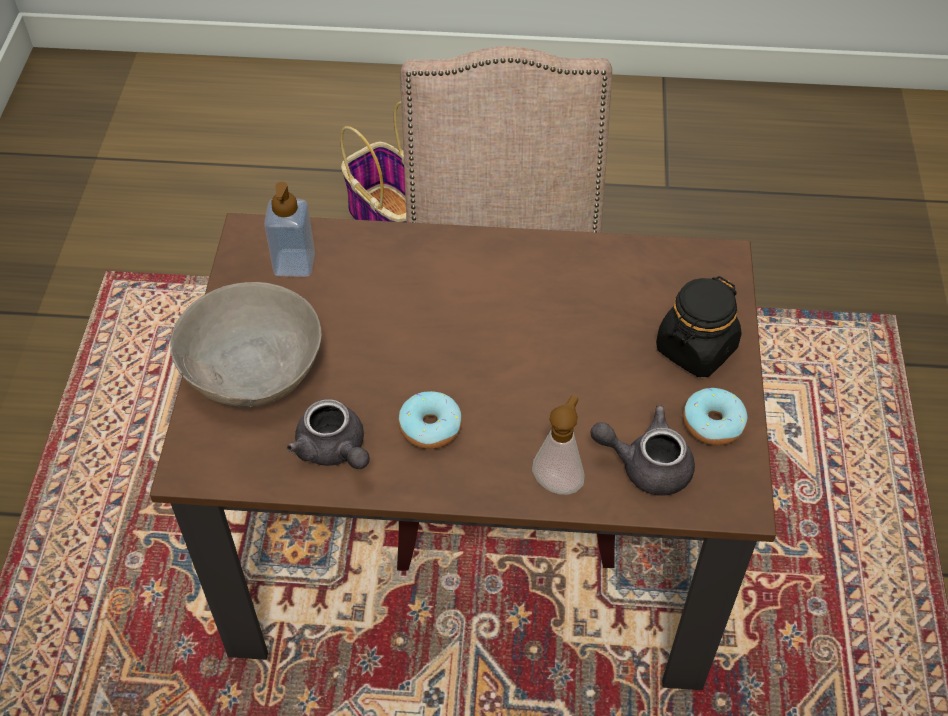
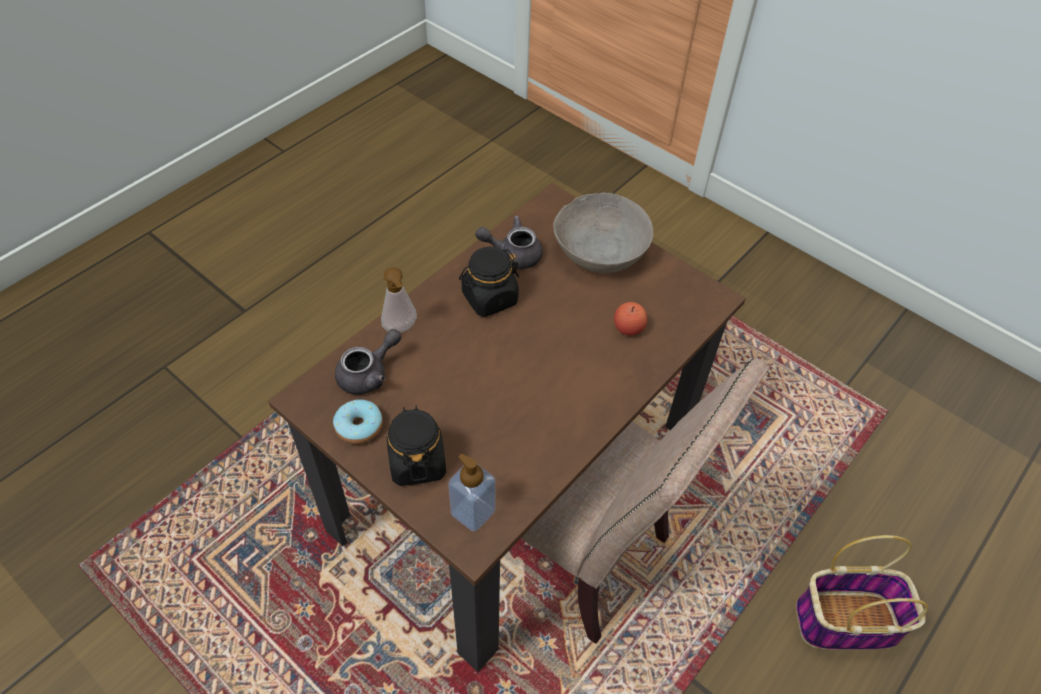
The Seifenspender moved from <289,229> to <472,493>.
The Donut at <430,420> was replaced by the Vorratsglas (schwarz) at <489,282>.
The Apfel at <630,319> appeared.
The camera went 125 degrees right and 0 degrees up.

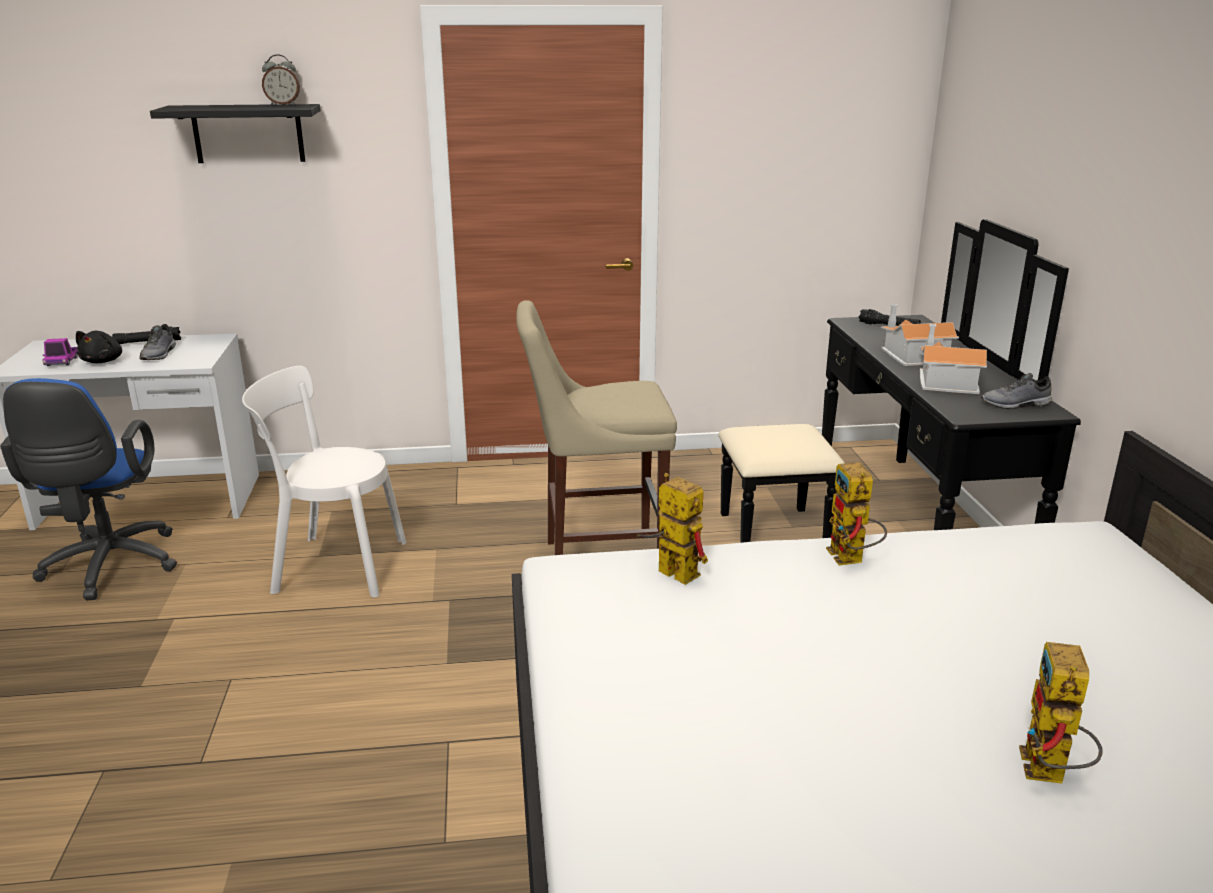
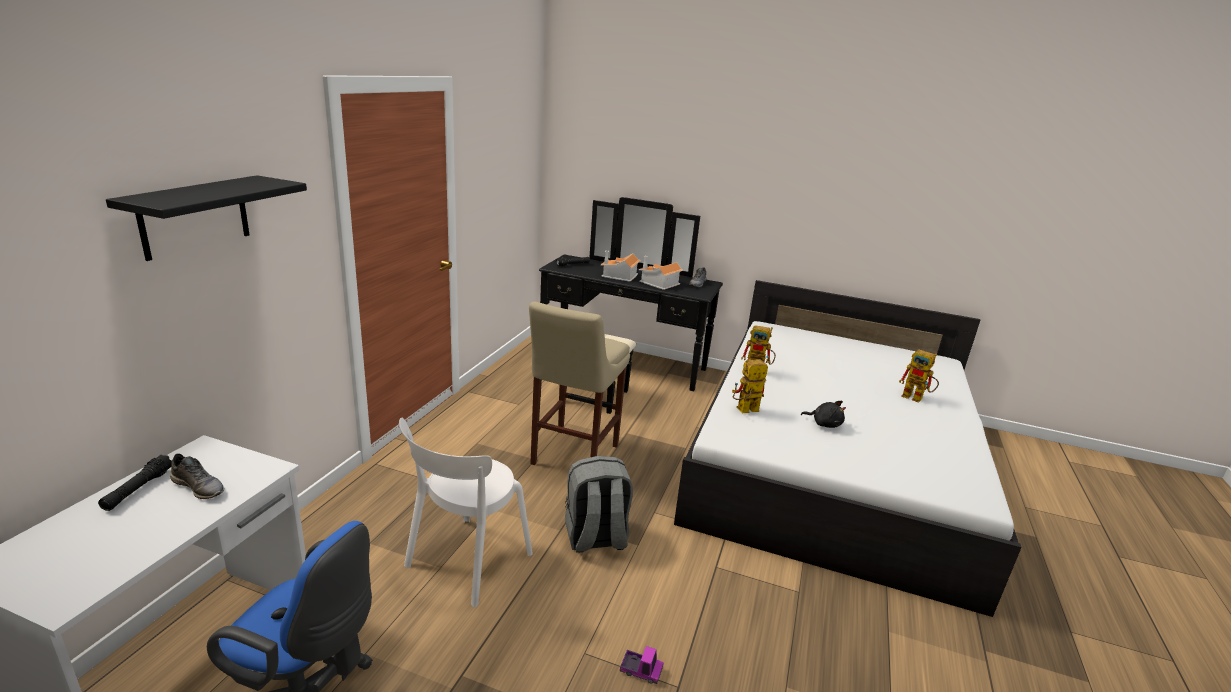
The Spielzeuglaster moved from <60,352> to <642,665>.
The Plüschtier (schwarz) moved from <99,347> to <823,414>.
The Wecker at <281,79> disappeared.
The Rucksack (grau) at <599,504> appeared.
The camera went 65 degrees left and 0 degrees up.

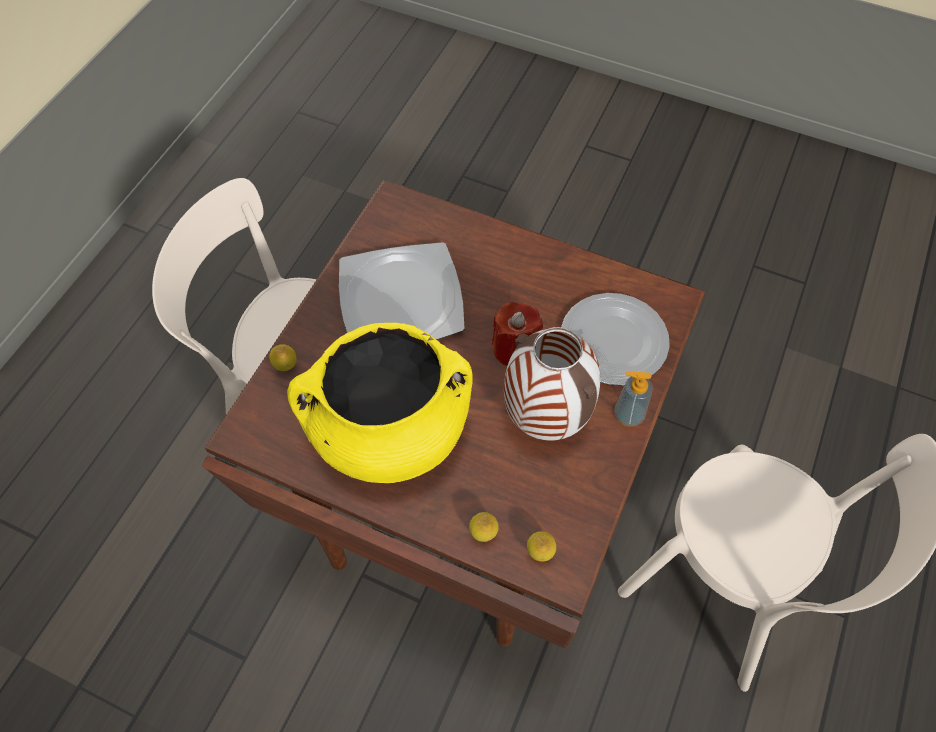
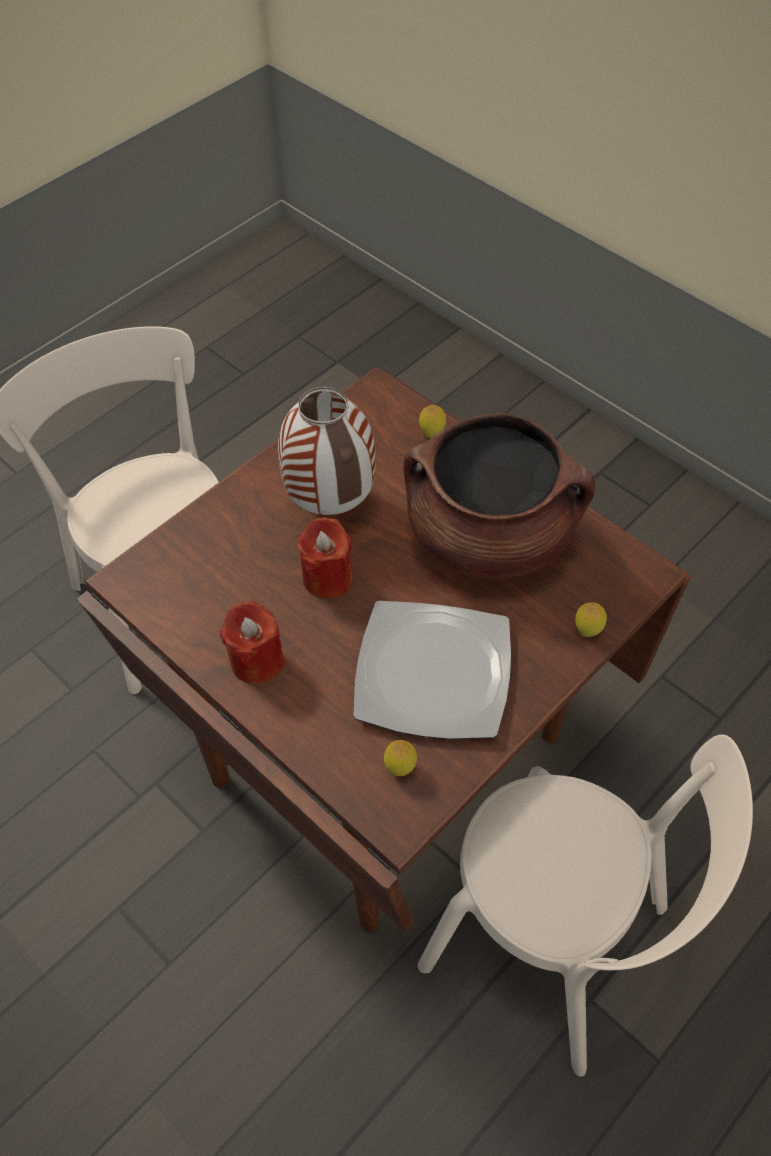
The Kochtopf (gelb) at <380,403> became the Kochtopf (braun) at <499,496>.
The Zitrone moved from <541,547> to <400,758>.
The Teller at <615,339> disappeared.
The Seifenspender at <633,399> disappeared.
The Kerze (rot) at <252,642> appeared.
The camera went 160 degrees left and 5 degrees down.

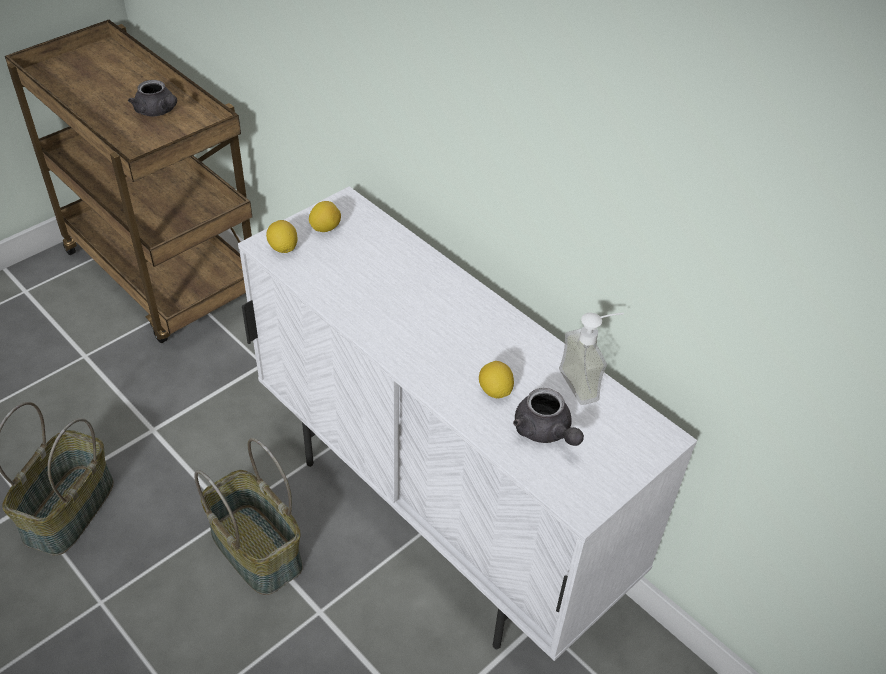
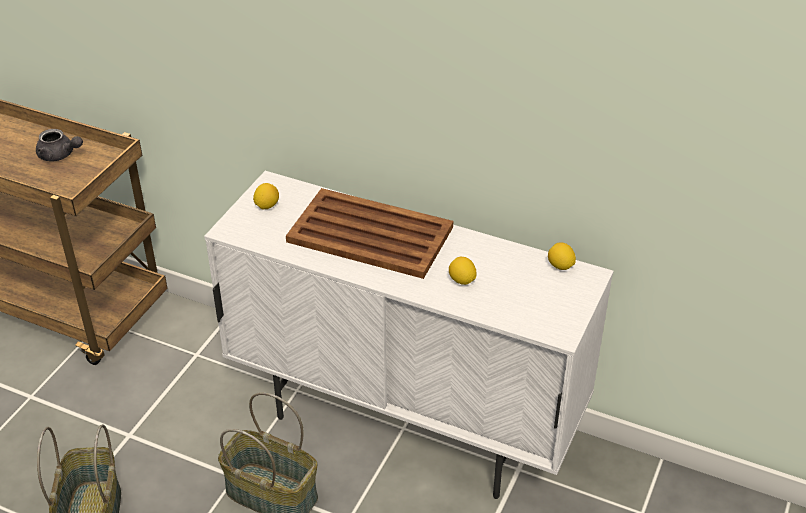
The Zitrone moved from <281,236> to <562,256>.
The Teekanne (grau) at <548,417> disappeared.
The Seifenspender at <591,359> disappeared.
The Tablett (braun) at <369,233> appeared.
The camera went 20 degrees left and 5 degrees down.

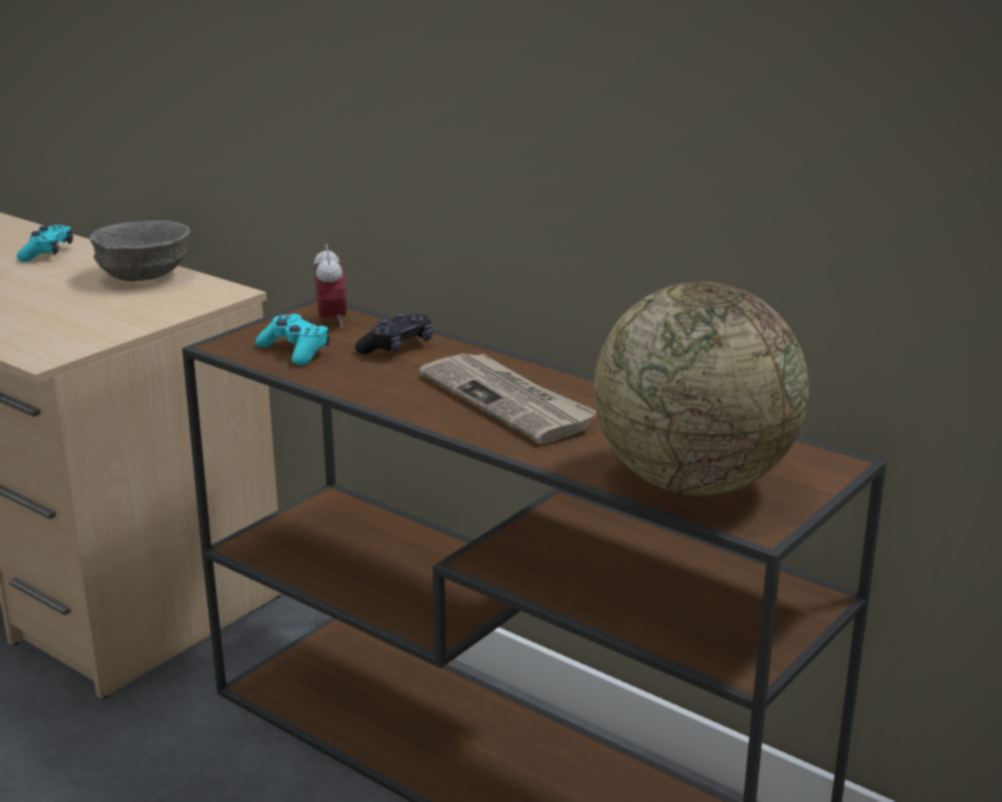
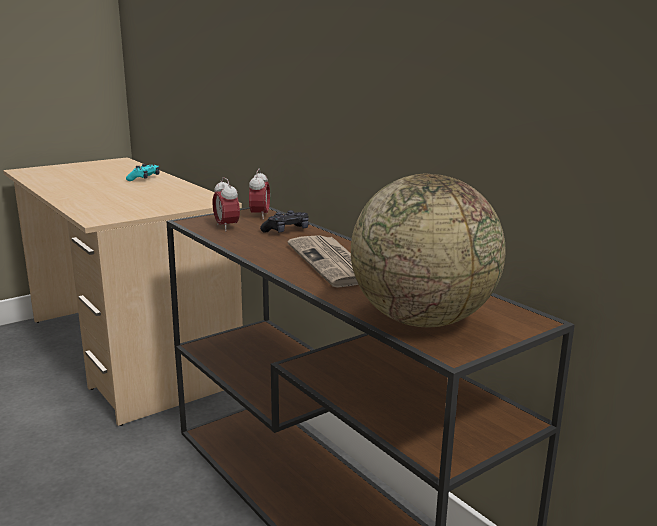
The Schüssel (grau) at <140,250> disappeared.
The Gamepad (türkis) at <292,339> was replaced by the Wecker at <226,204>.
The camera went 15 degrees right and 5 degrees down.

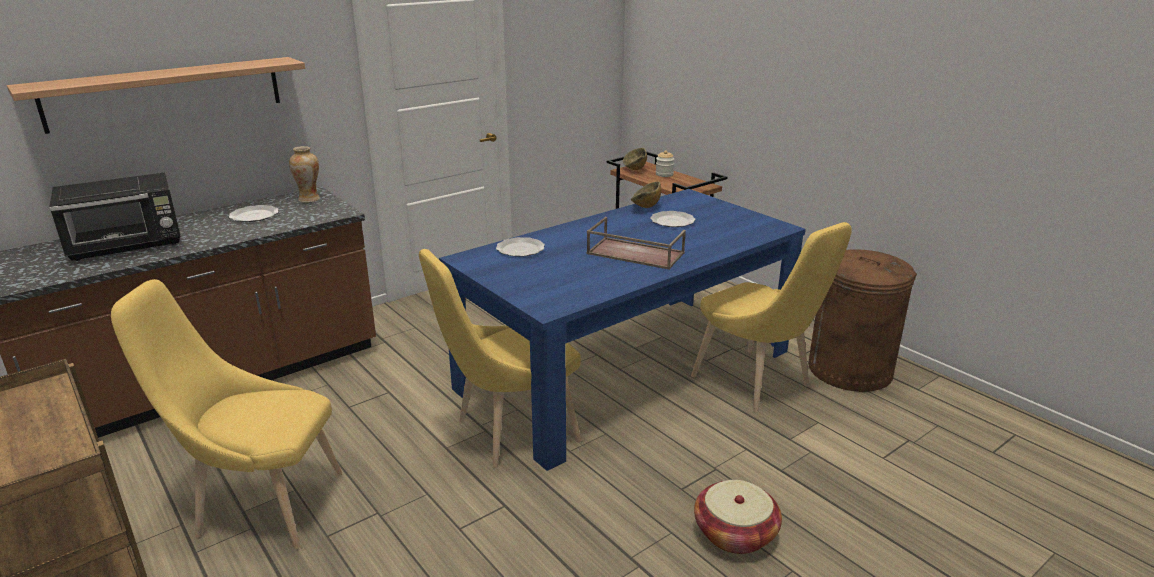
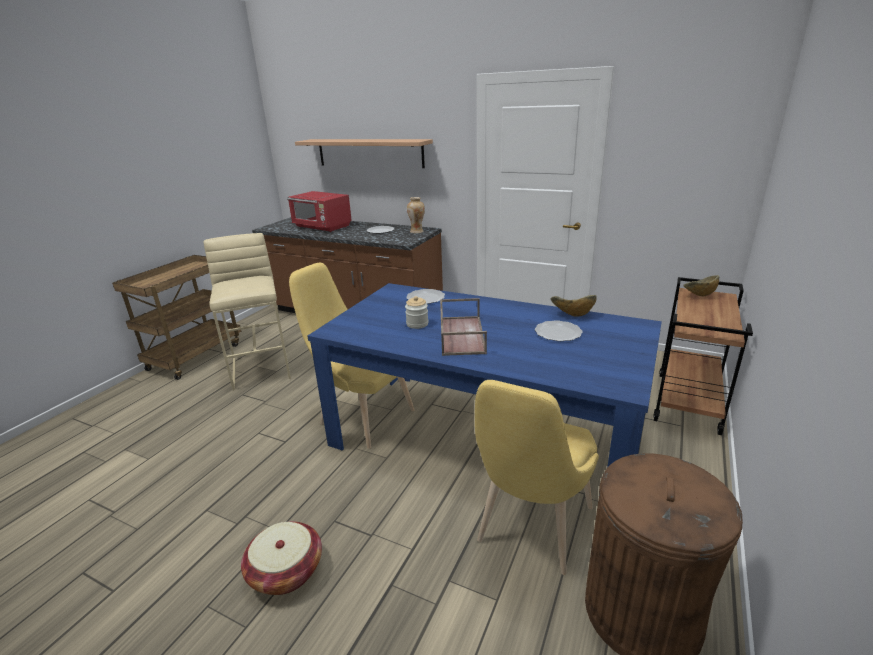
The Mikrowelle (schwarz) at <115,216> became the Mikrowelle (rot) at <319,211>.
The Stuhl (gelb) at <227,414> was replaced by the Hocker (beige) at <247,312>.
The Vorratsglas moved from <665,163> to <416,312>.
The camera went 65 degrees right and 0 degrees up.

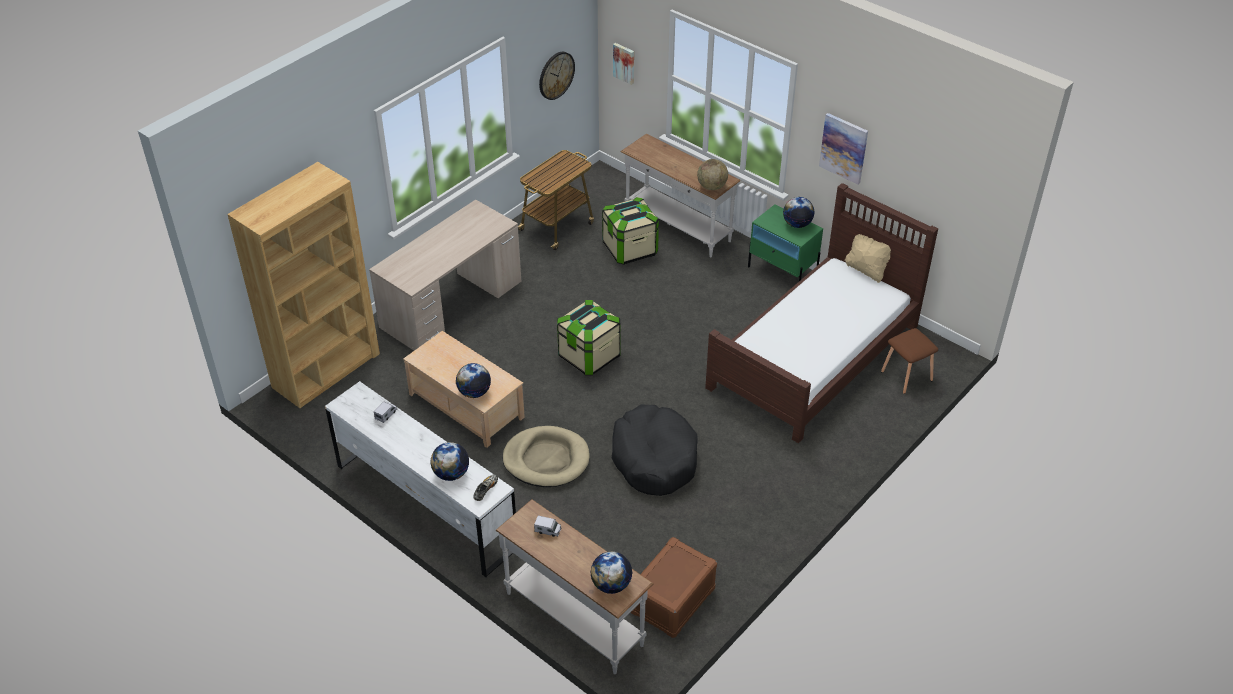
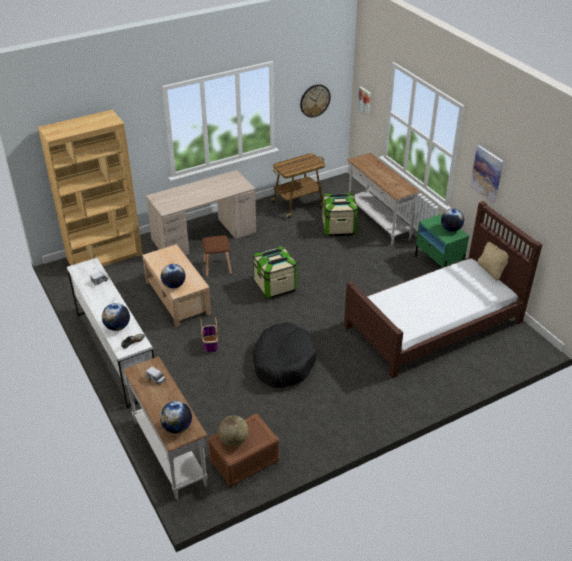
The Hundebett (beige) at <546,456> was replaced by the Korb at <209,335>.
The Globus moved from <712,174> to <233,431>.
The Hocker (braun) moved from <909,361> to <217,256>.
The camera went 20 degrees right and 5 degrees down.

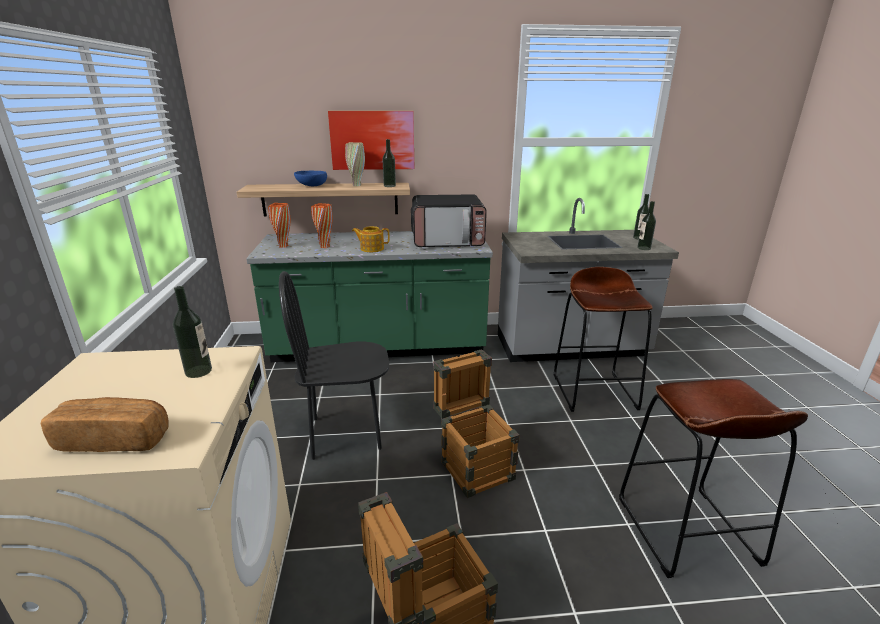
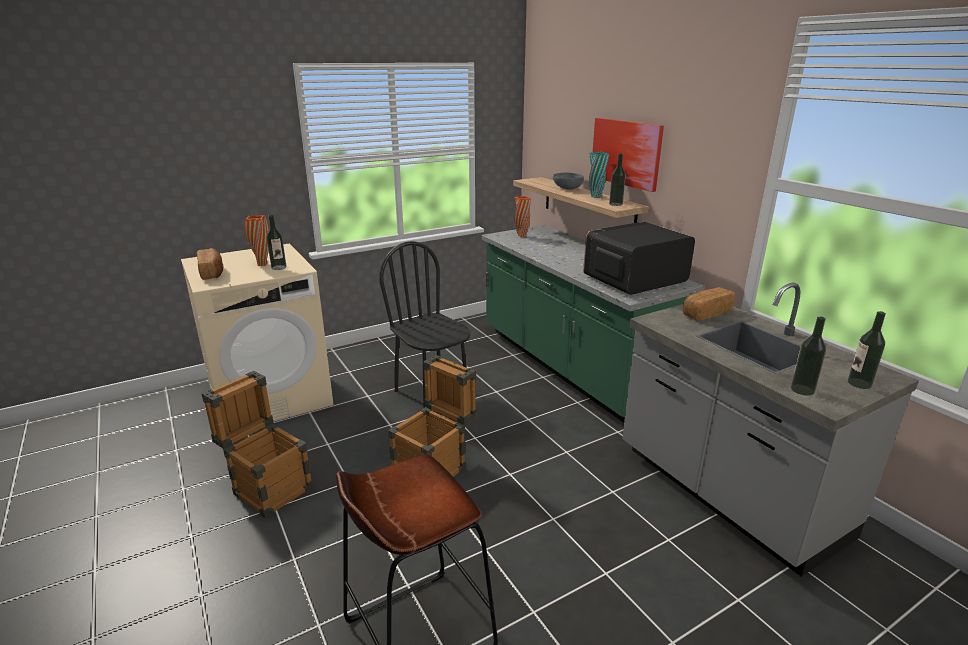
The Schüssel (blau) at <310,178> became the Schüssel (grau) at <568,180>.
The Vase (orange) moved from <322,225> to <256,240>.
The Vase (beige) at <355,164> became the Vase (türkis) at <599,175>.
The Teekanne at <371,239> disappeared.
The Mikrowelle at <449,220> turned 90 degrees clockwise.
The Hocker (braun) at <603,339> disappeared.
The Brot at <709,303> appeared.
The camera went 65 degrees right and 0 degrees up.

